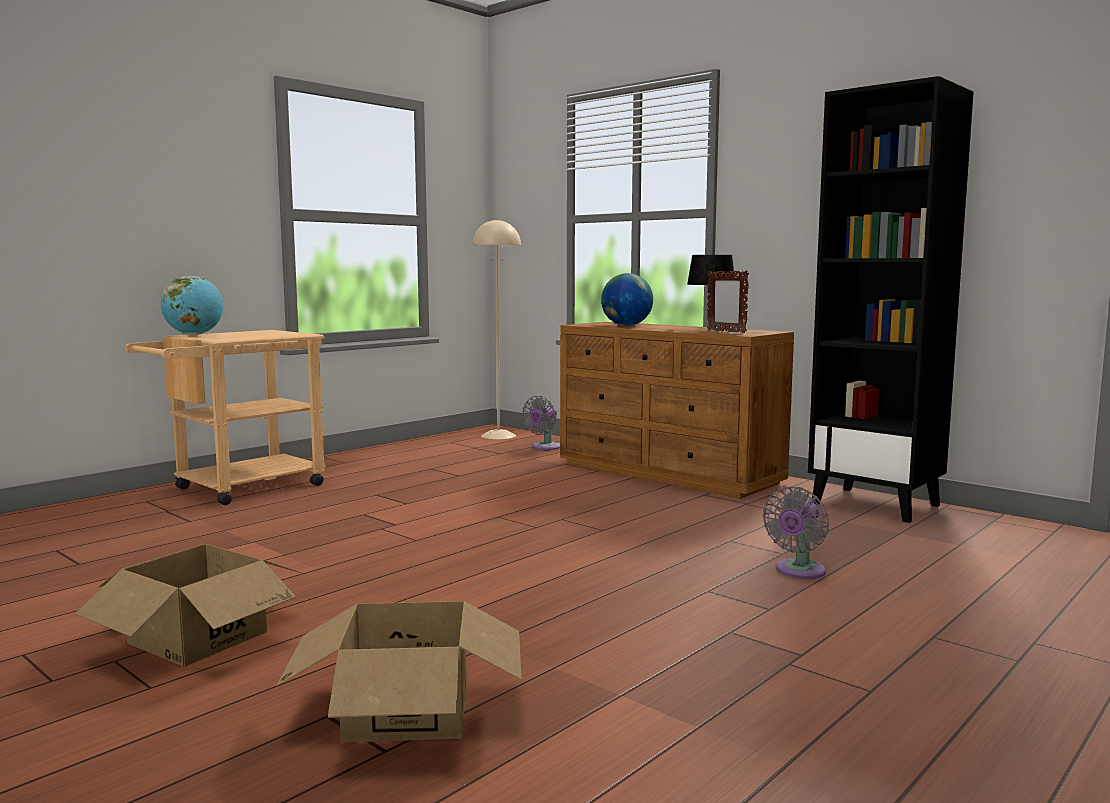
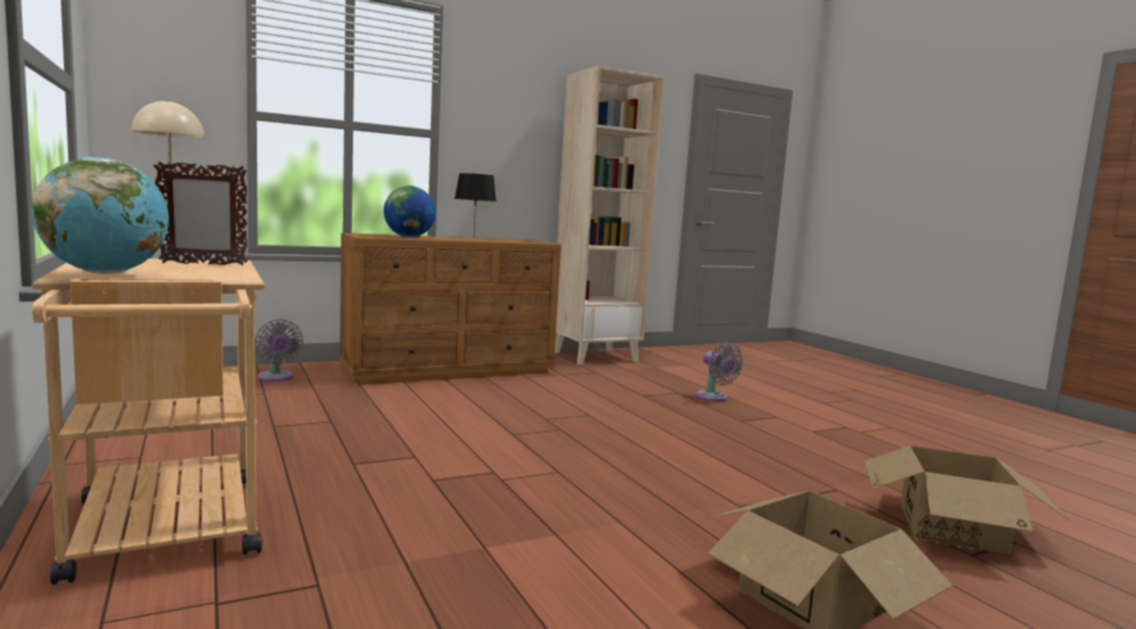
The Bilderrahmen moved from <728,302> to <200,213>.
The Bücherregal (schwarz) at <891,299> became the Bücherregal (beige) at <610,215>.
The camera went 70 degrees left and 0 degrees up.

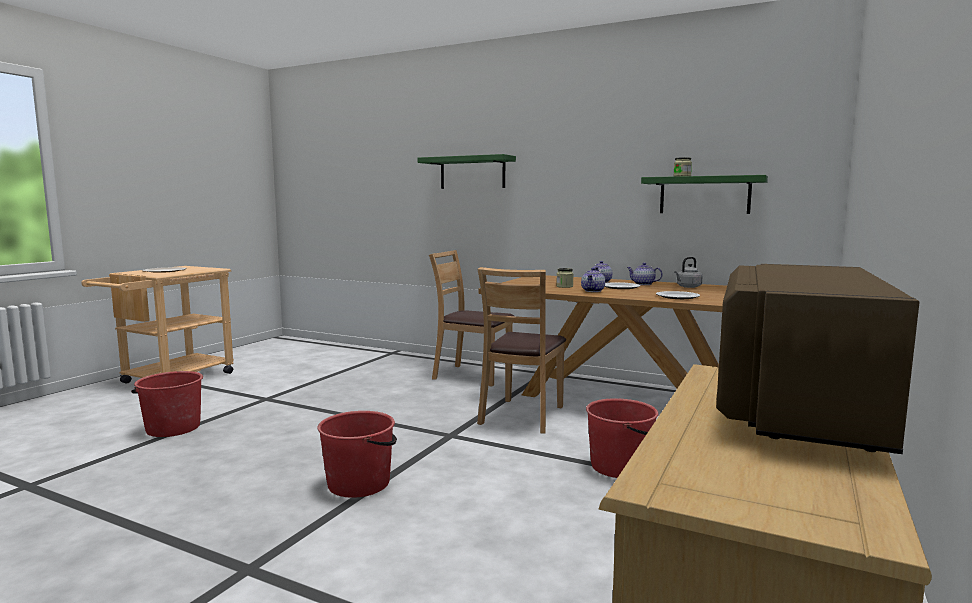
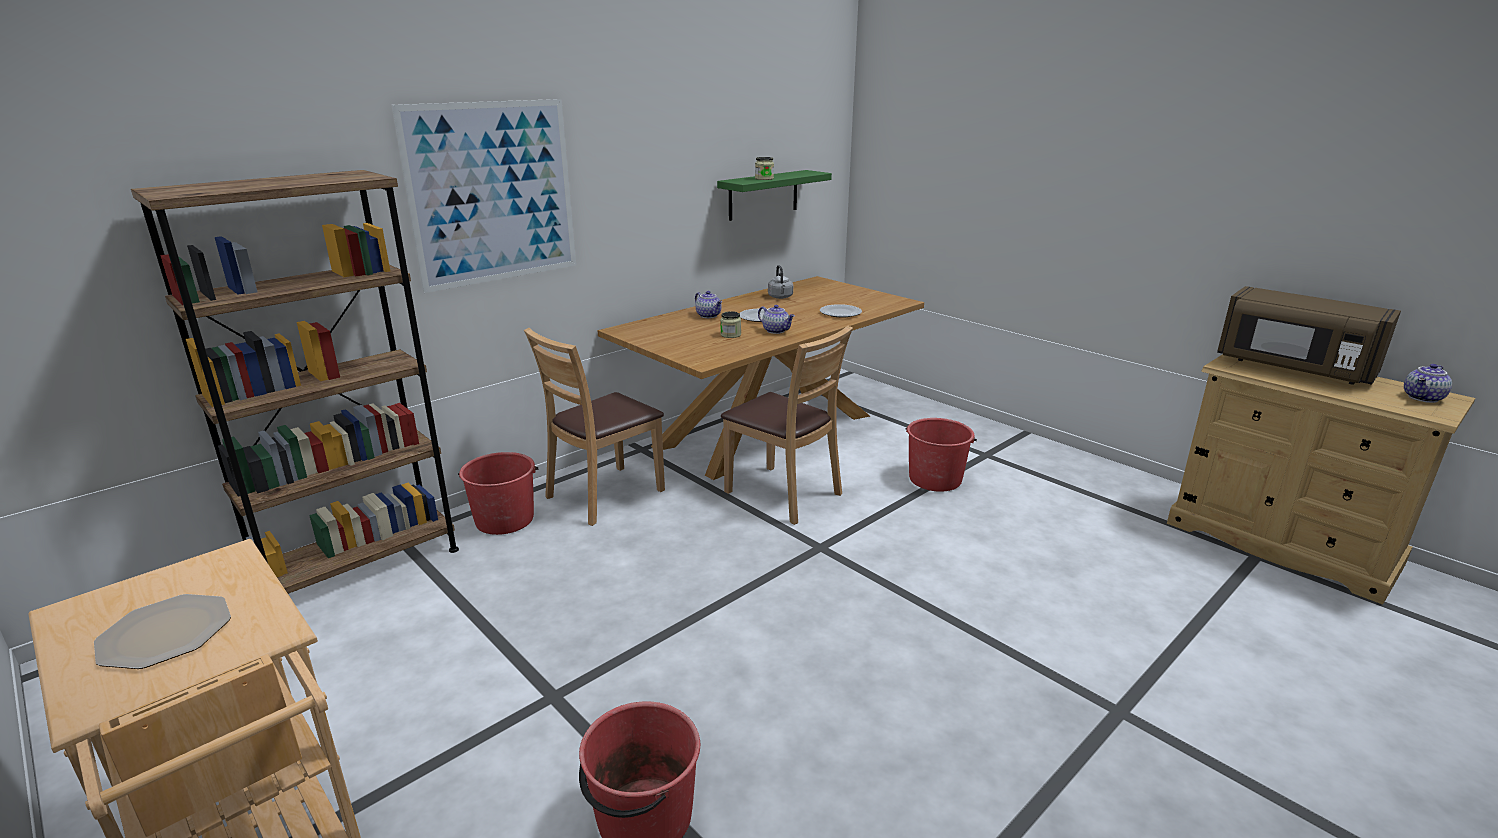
The Eimer (rot) moved from <357,454> to <498,493>.
The Wandregal (grün) at <466,171> was replaced by the Bild at <483,196>.
The Teekanne moved from <645,274> to <1428,383>.
The Bücherregal (braun) at <295,382> appeared.
The camera went 70 degrees left and 15 degrees up.

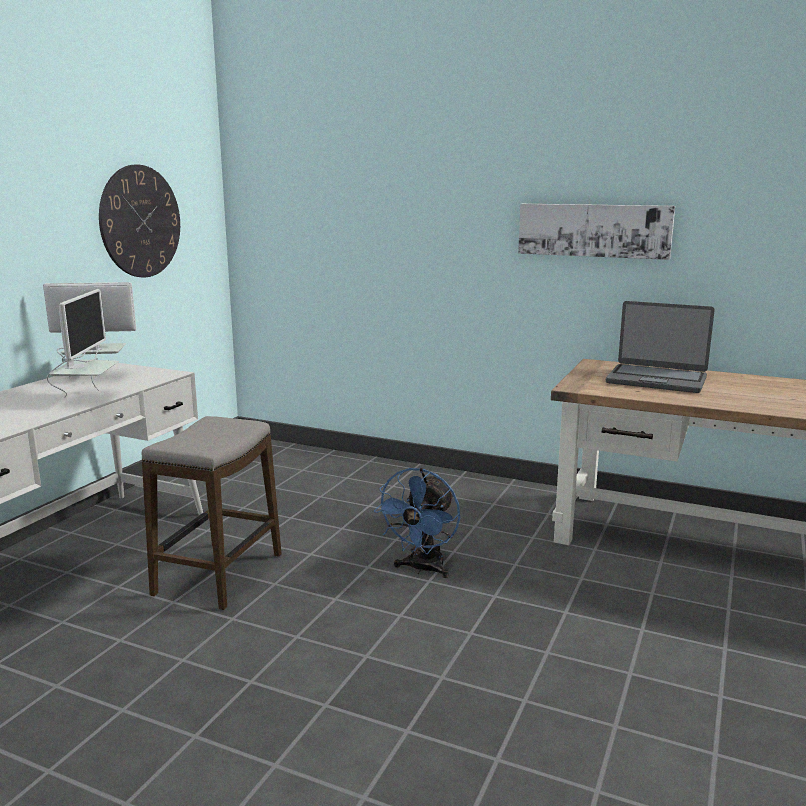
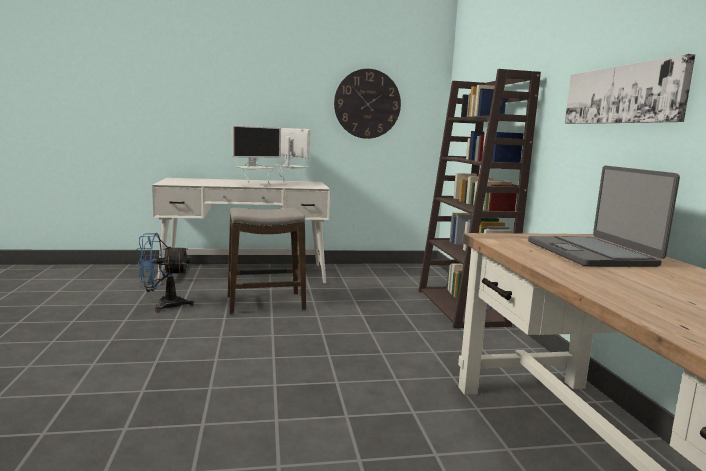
The Ventilator (blau) moved from <417,523> to <165,272>.
The Bücherregal (braun) at <480,198> appeared.
The camera went 55 degrees right and 5 degrees down.

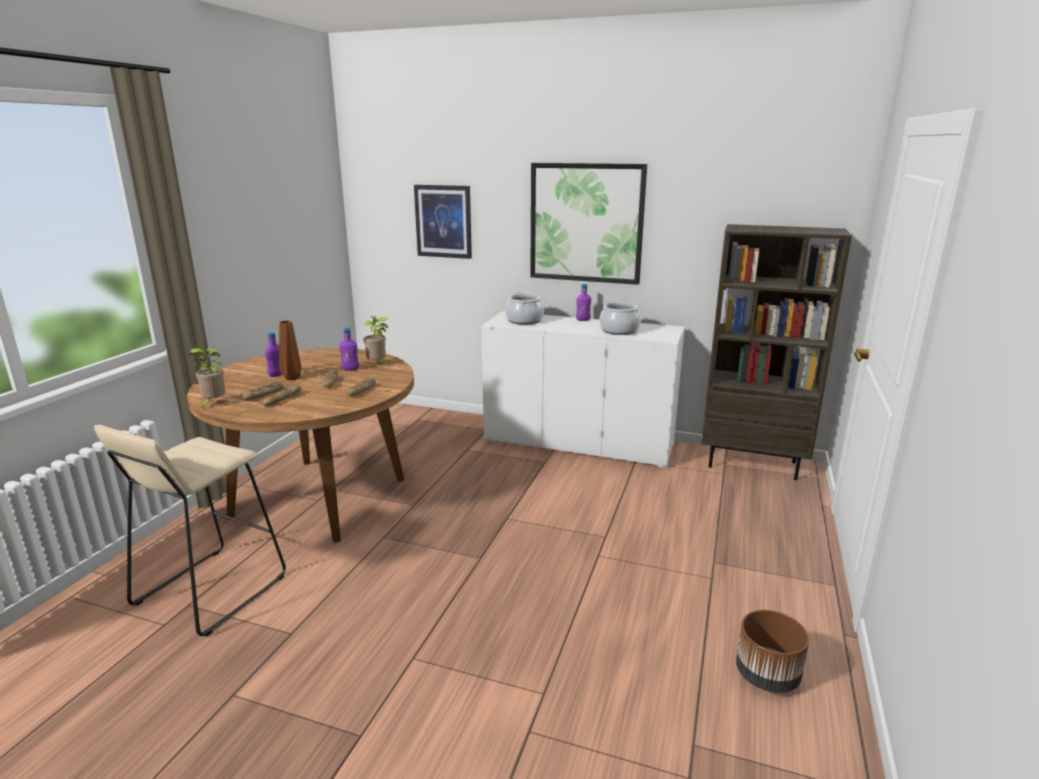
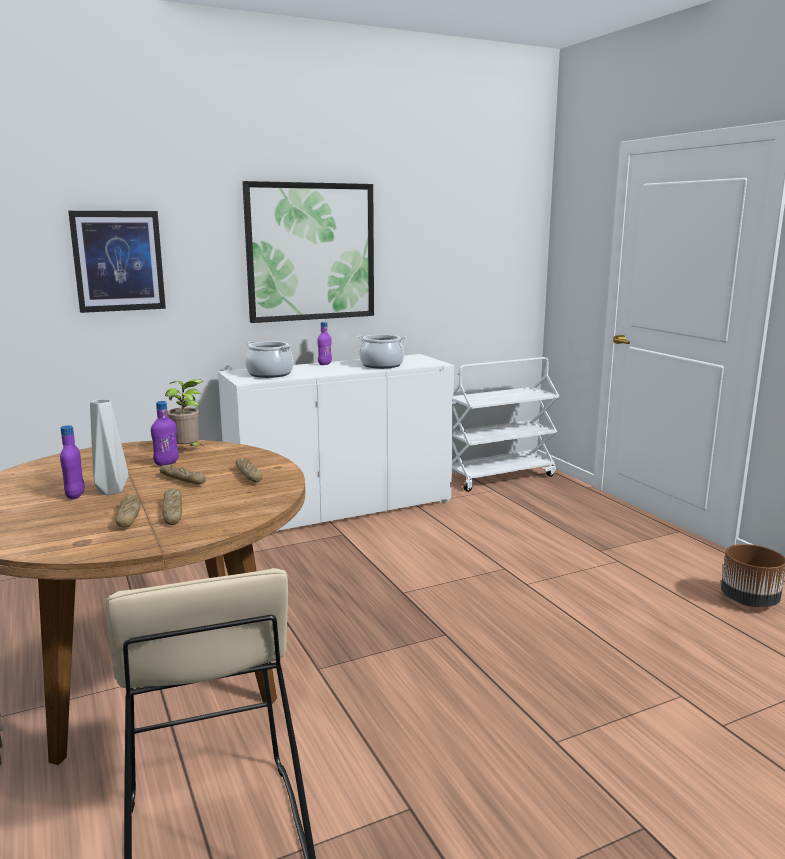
The Topfpflanze at <207,377> disappeared.
The Vase (braun) at <290,350> became the Vase (grau) at <109,447>.
The Bücherregal (braun) at <777,352> was replaced by the Rollwagen (weiß) at <506,424>.
The camera went 45 degrees left and 5 degrees down.

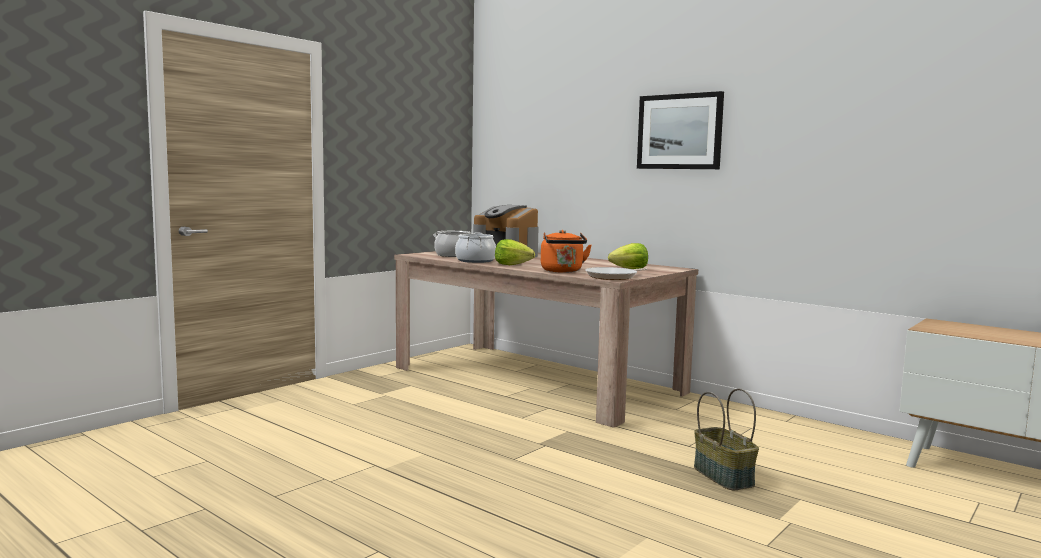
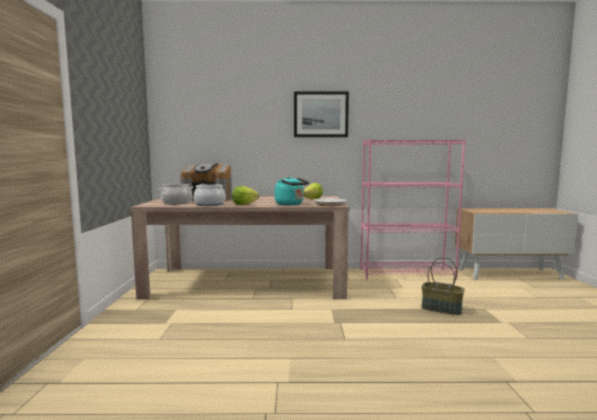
The Wasserkessel (orange) at <566,251> became the Wasserkessel (türkis) at <292,190>.
The Bücherregal (rosa) at <413,209> appeared.
The camera went 40 degrees left and 0 degrees up.

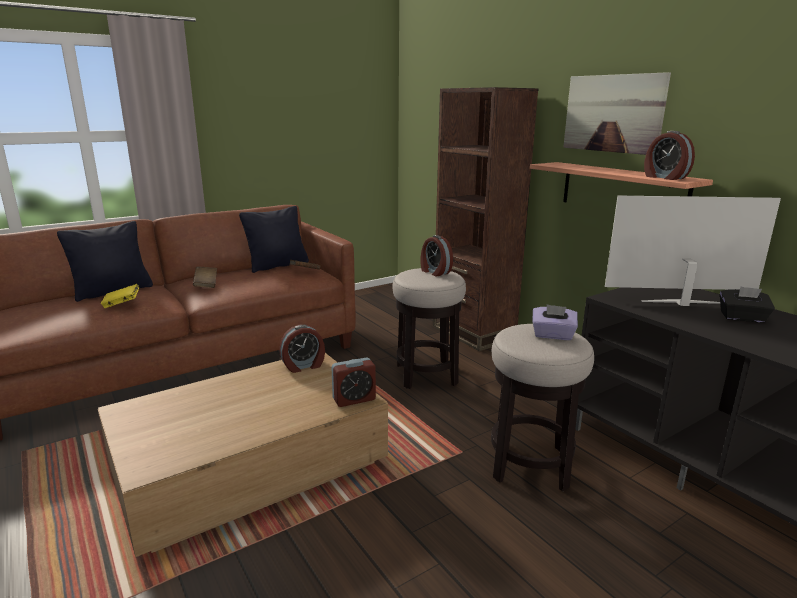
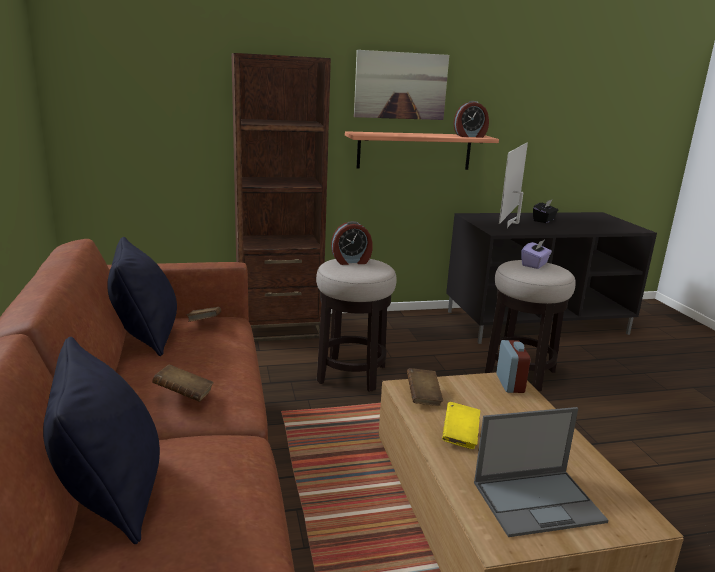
The Buch (gelb) moved from <120,296> to <461,425>.
The Wecker at <302,349> was replaced by the Buch (braun) at <425,387>.
The Laptop at <541,472> appeared.
The camera went 70 degrees left and 0 degrees up.

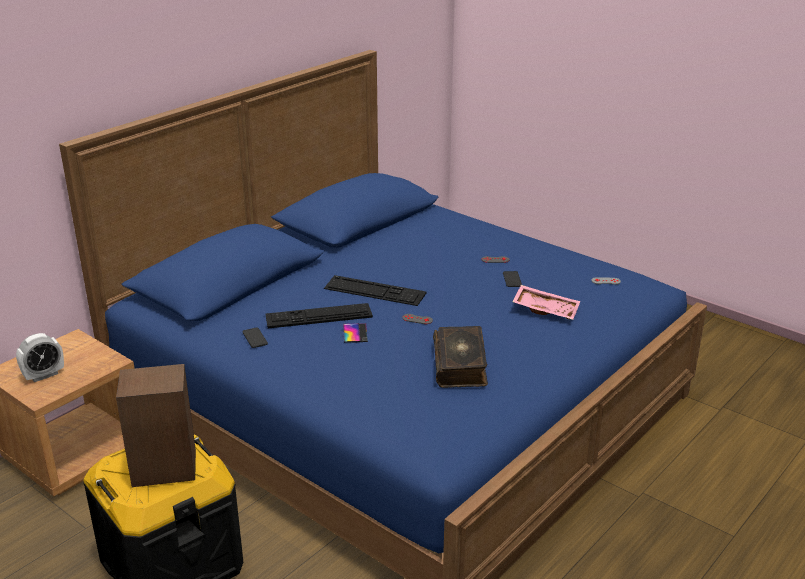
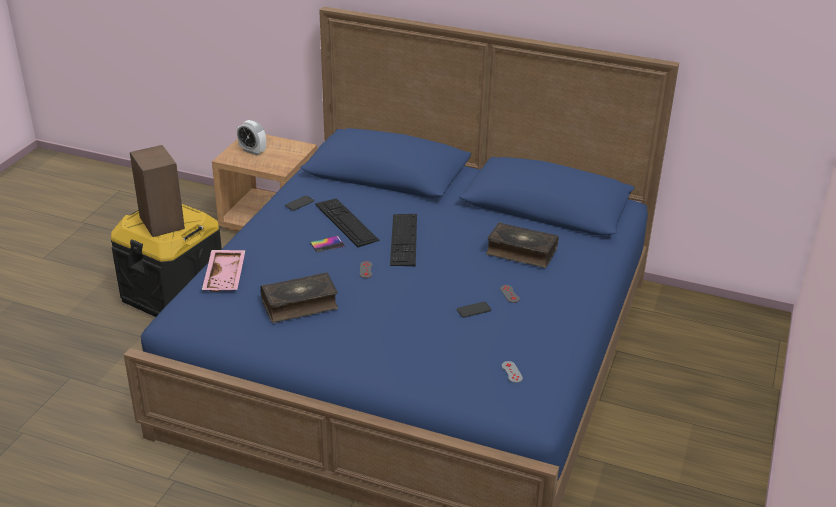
The Tablett (rosa) moved from <546,302> to <223,271>.
The Buch at <522,245> appeared.
The camera went 70 degrees right and 5 degrees up.

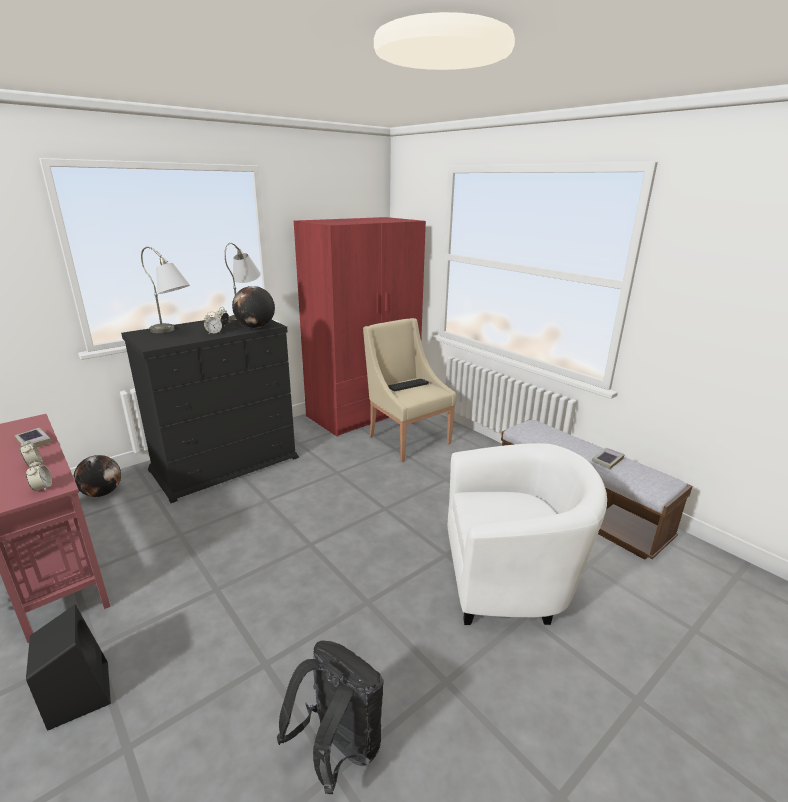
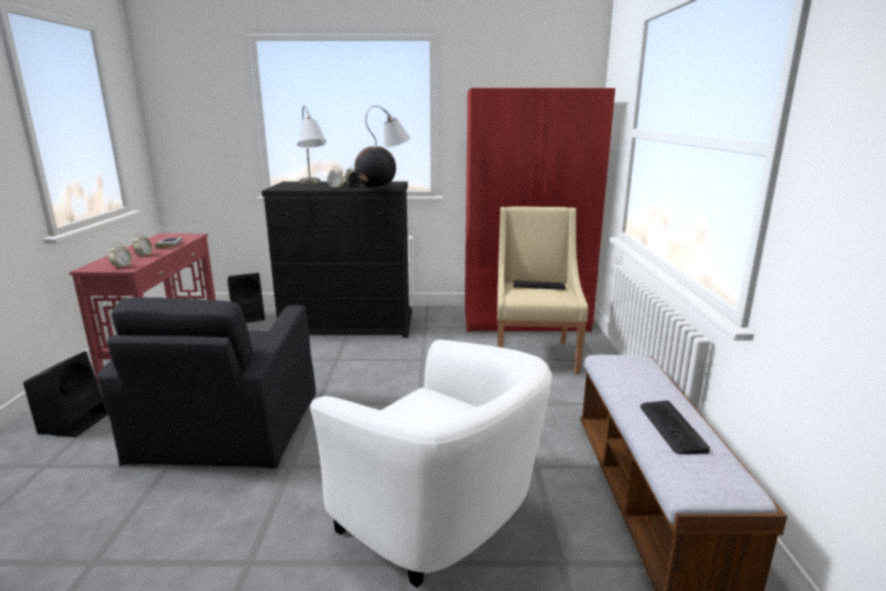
The Globus at <97,476> was replaced by the Lautsprecher (schwarz) at <246,298>.
The Rucksack (schwarz) at <330,717> disappeared.
The Buch at <608,459> was replaced by the Tastatur at <675,427>.
The Sessel (schwarz) at <206,382> appeared.
The camera went 40 degrees right and 5 degrees down.

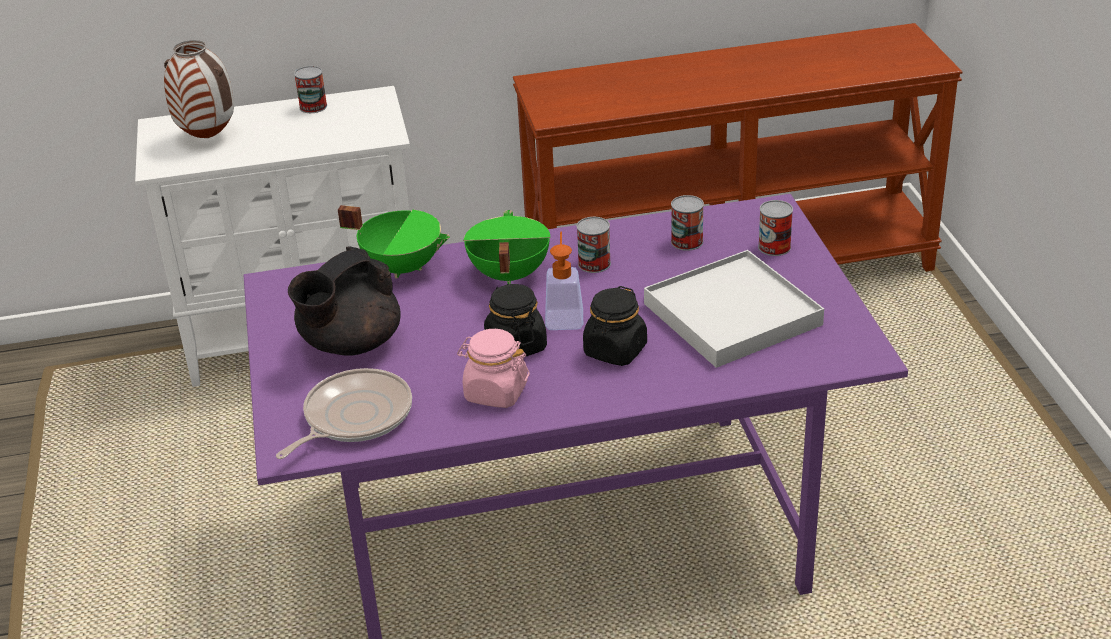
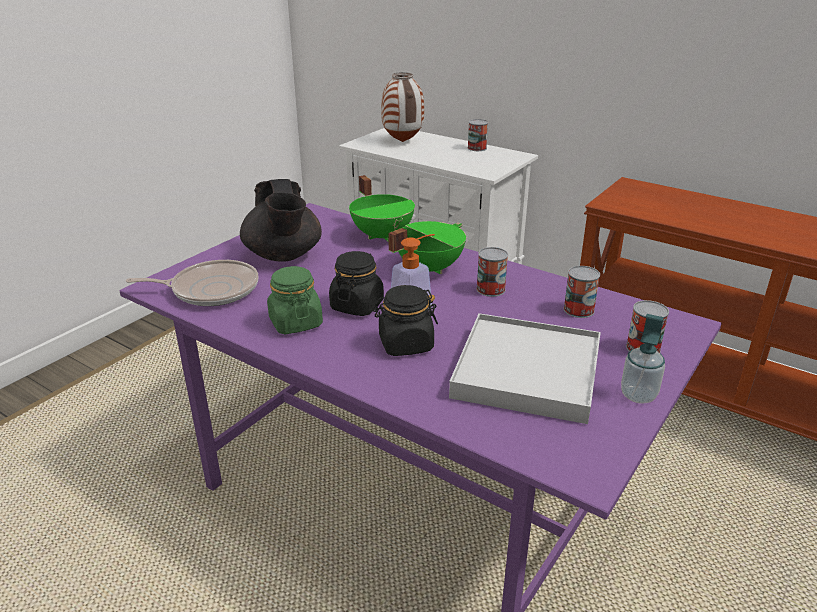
The Teekanne (schwarz) at <344,301> turned 105 degrees counterclockwise.
The Vorratsglas (rosa) at <493,368> became the Vorratsglas (grün) at <295,300>.
The Seifenspender at <643,359> appeared.
The camera went 45 degrees right and 5 degrees down.

